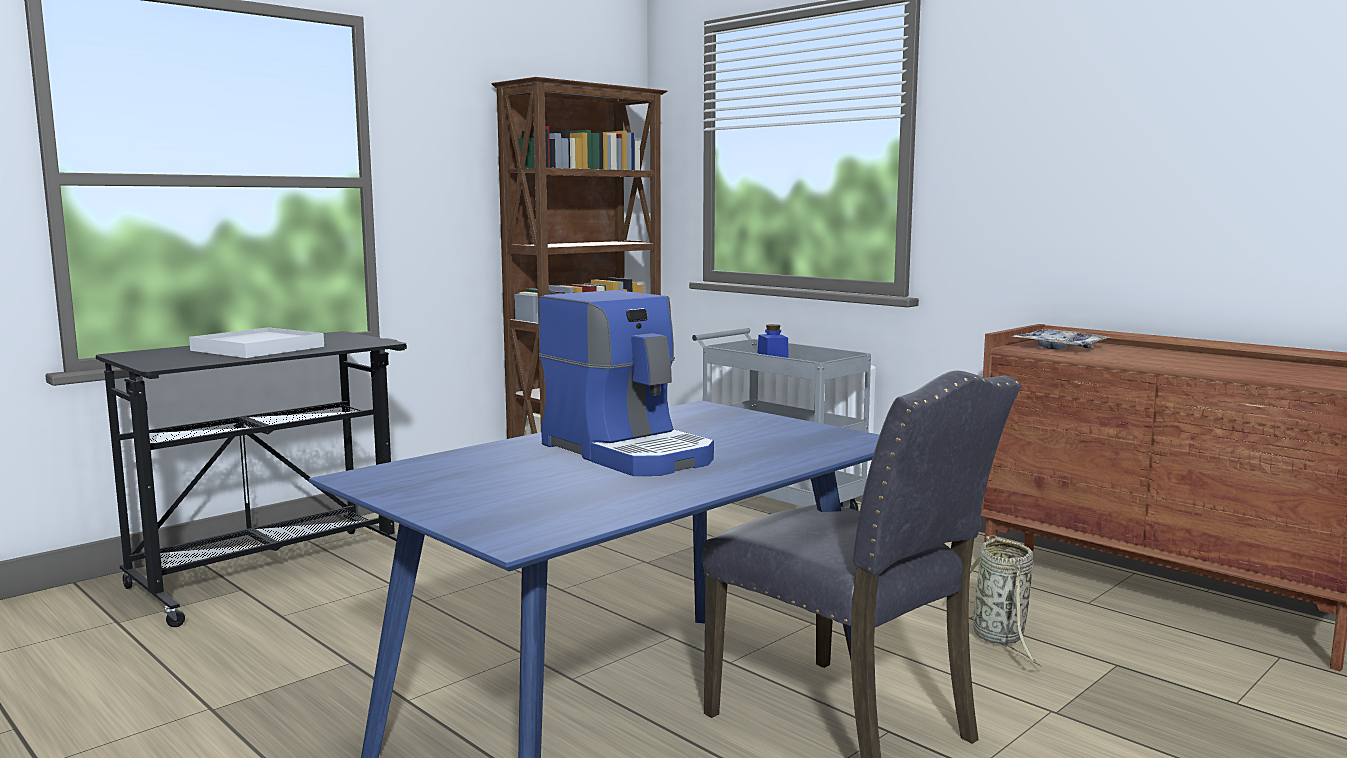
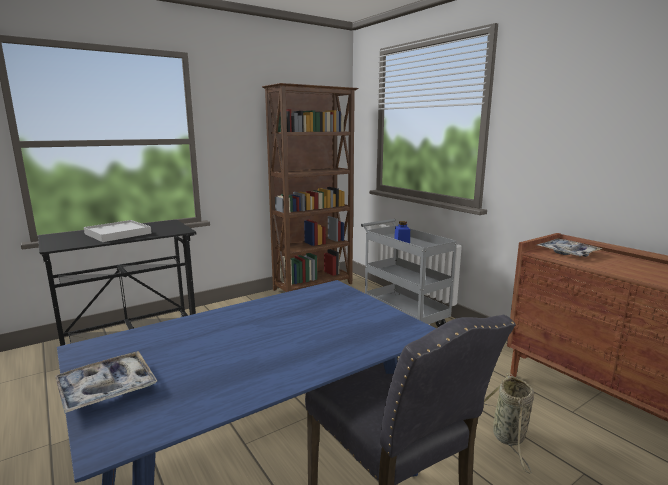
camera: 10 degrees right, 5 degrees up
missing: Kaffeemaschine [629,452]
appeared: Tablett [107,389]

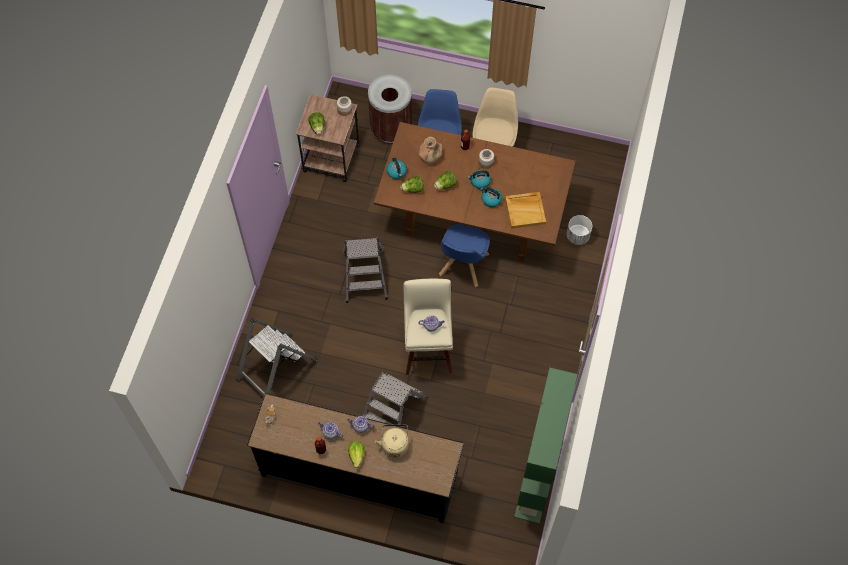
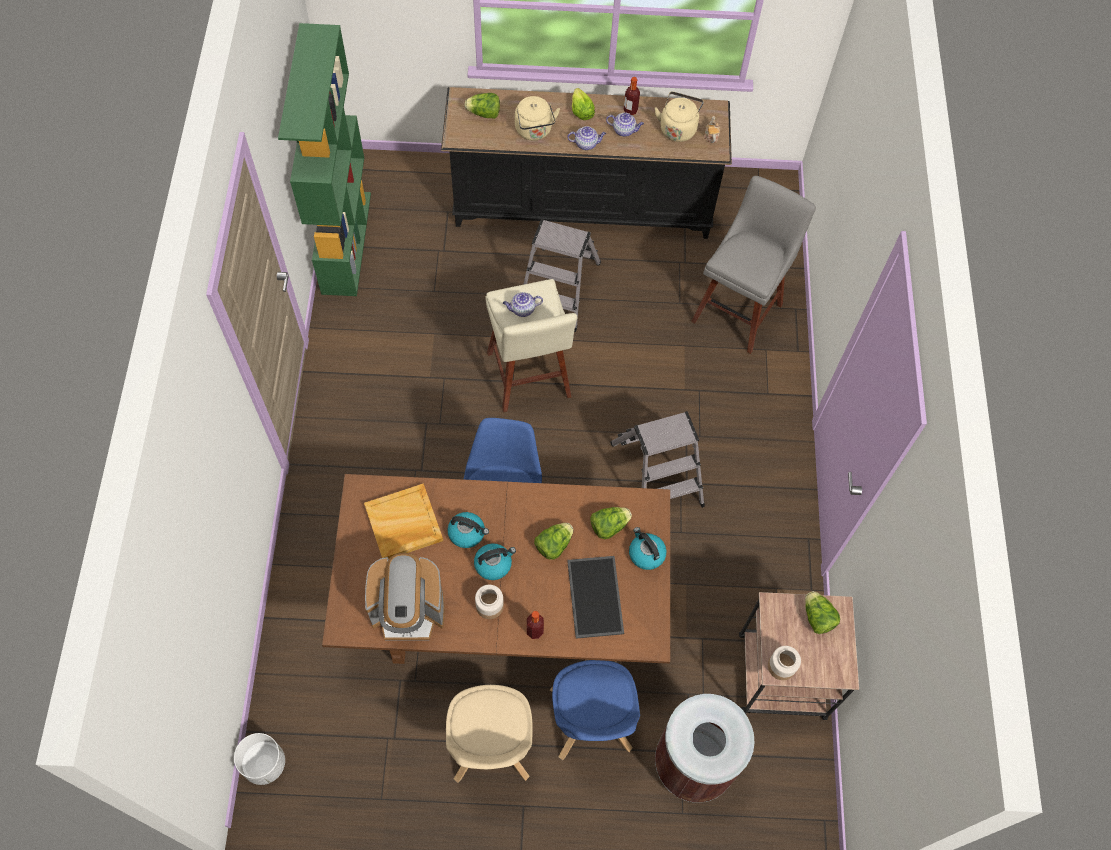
camera: 165 degrees right, 0 degrees up
appeared: Kaffeemaschine [409,612]; Salatkopf [484,114]; Wasserkessel (beige) [678,128]
relocated: Pflanzkübel (weiß) [578,236] to [264,763]
exchanged: Trittleiter (grau) [276,370] to Hocker (grau) [738,311]; Vase (braun) [430,157] to Tablett [593,596]

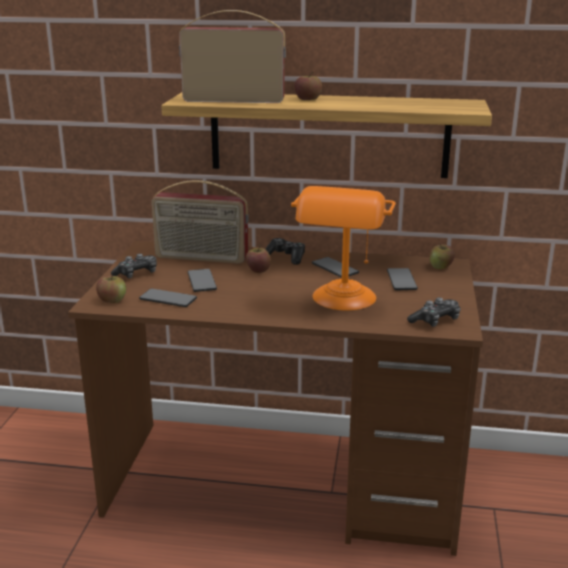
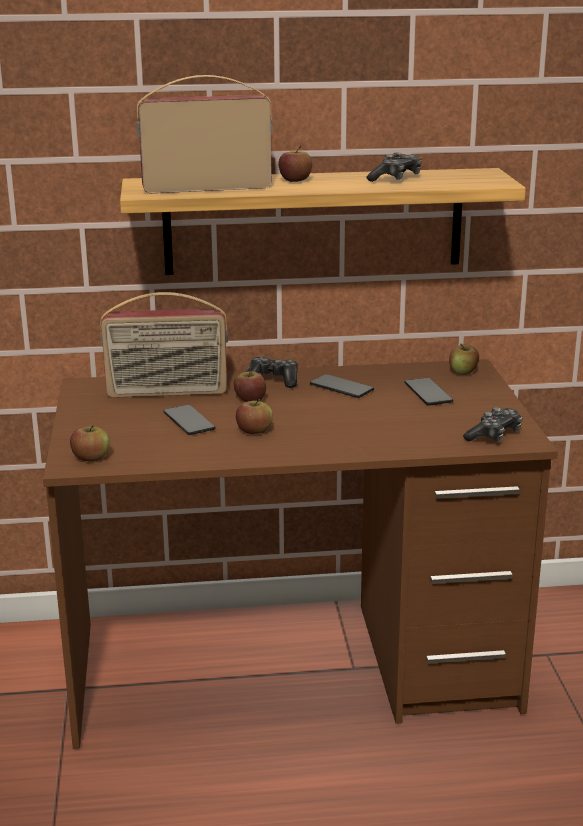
camera: 15 degrees left, 0 degrees up
missing: Handy [168,299]; Tischlampe (orange) [343,302]
appeared: Apfel [254,430]
relocated: Gamepad [137,274] to [396,178]

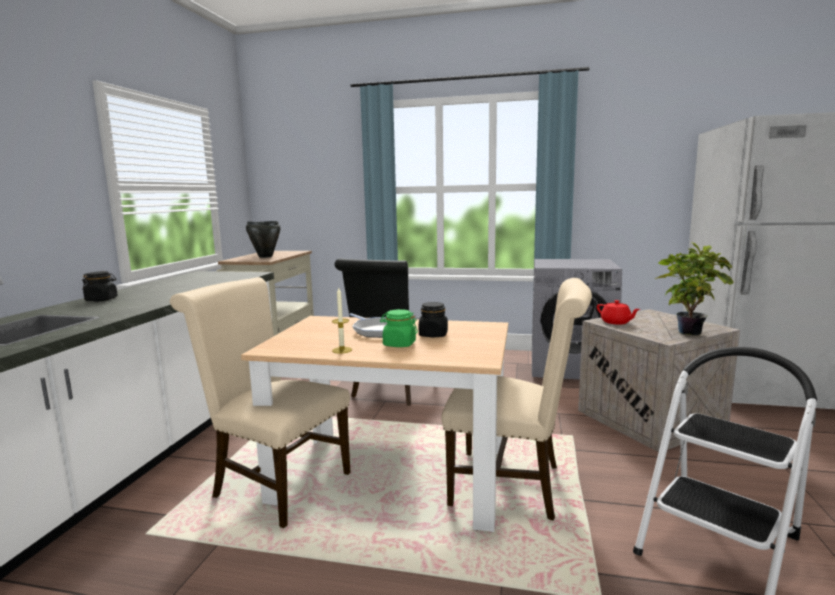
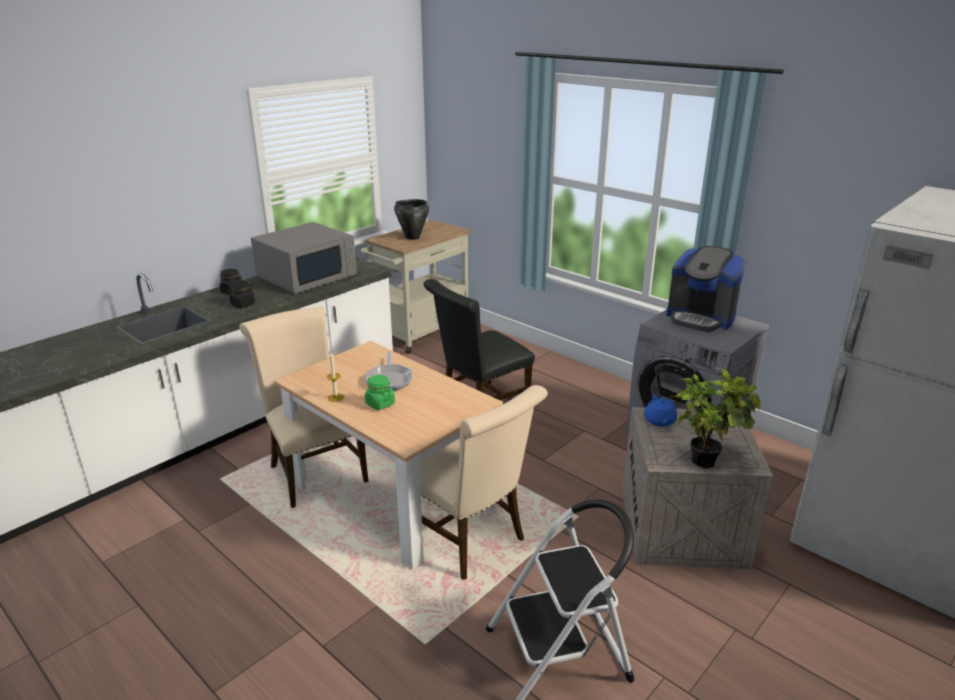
camera: 30 degrees right, 15 degrees up
appeared: Mikrowelle (grau) [308,276]; Kaffeemaschine [700,318]
relocated: Vorratsglas (schwarz) [433,335] to [242,304]
colour: Teekanne (rot) [616,322] to Teekanne (blau) [659,421]

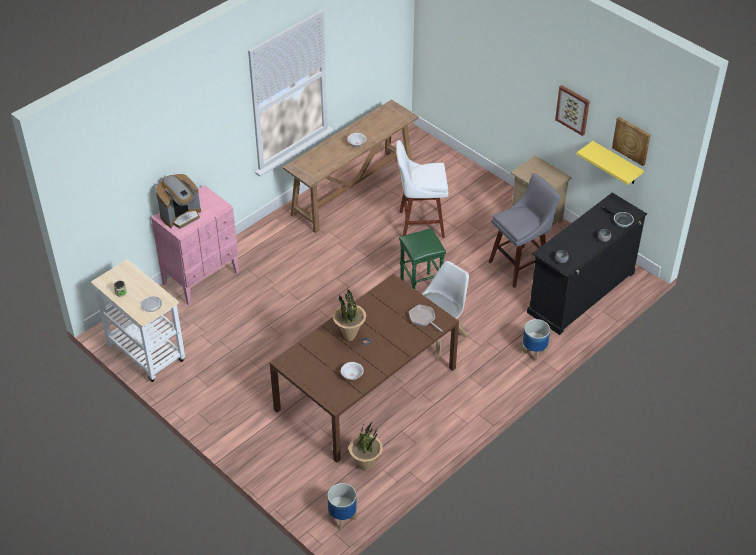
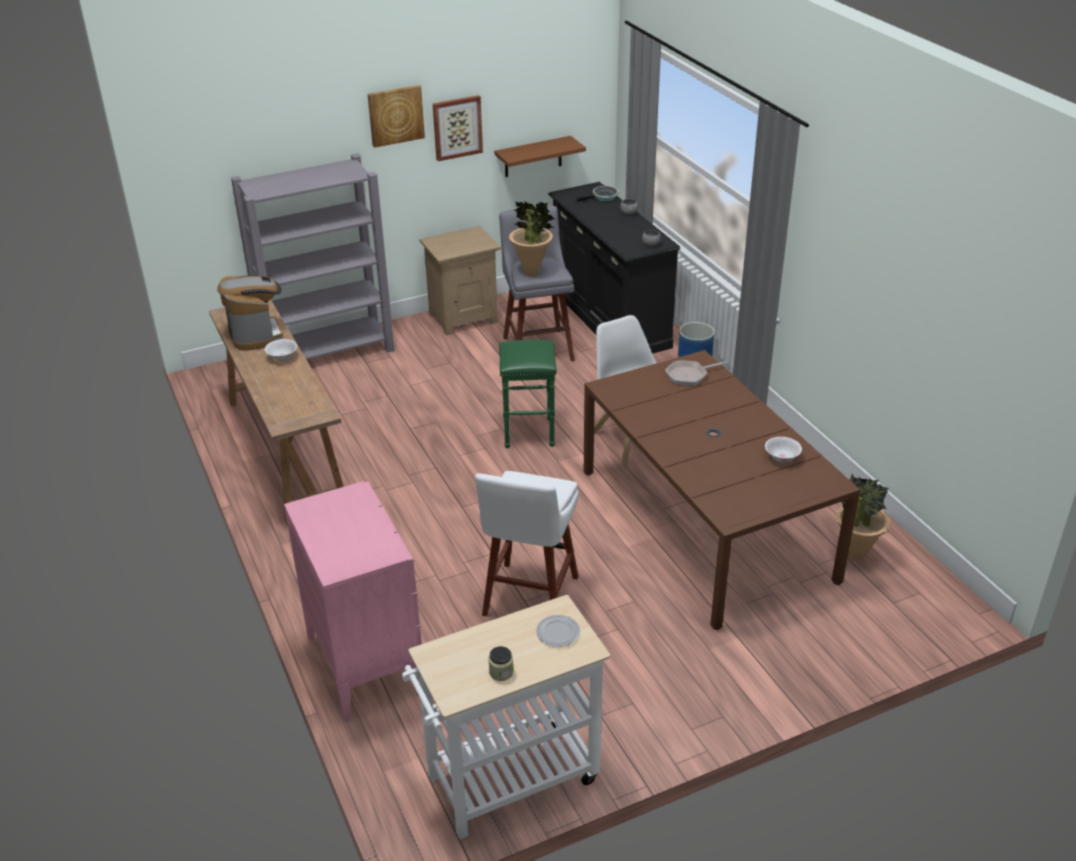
camera: 70 degrees left, 10 degrees down
missing: Pflanzkübel [343,517]
appeared: Bücherregal (grau) [328,352]
relocated: Kaffeemaschine [181,215] to [256,334]; Topfpflanze [350,337] to [531,273]; Hocker (weiß) [420,224] to [529,597]; Bild [632,140] to [395,115]
colour: Wandregal (gelb) [616,163] to Wandregal (braun) [533,157]

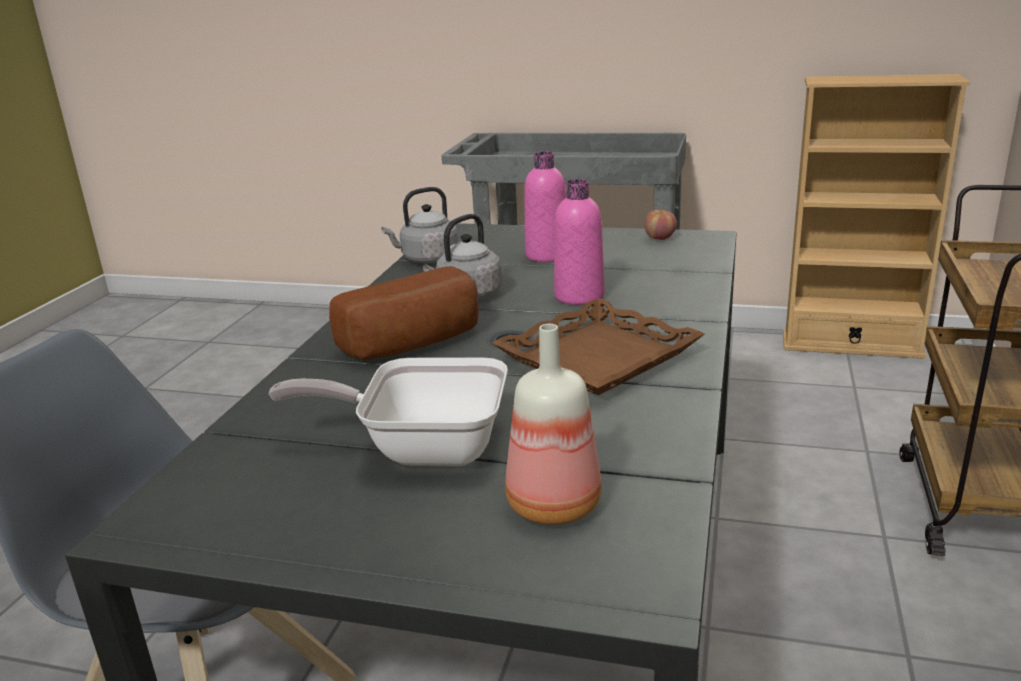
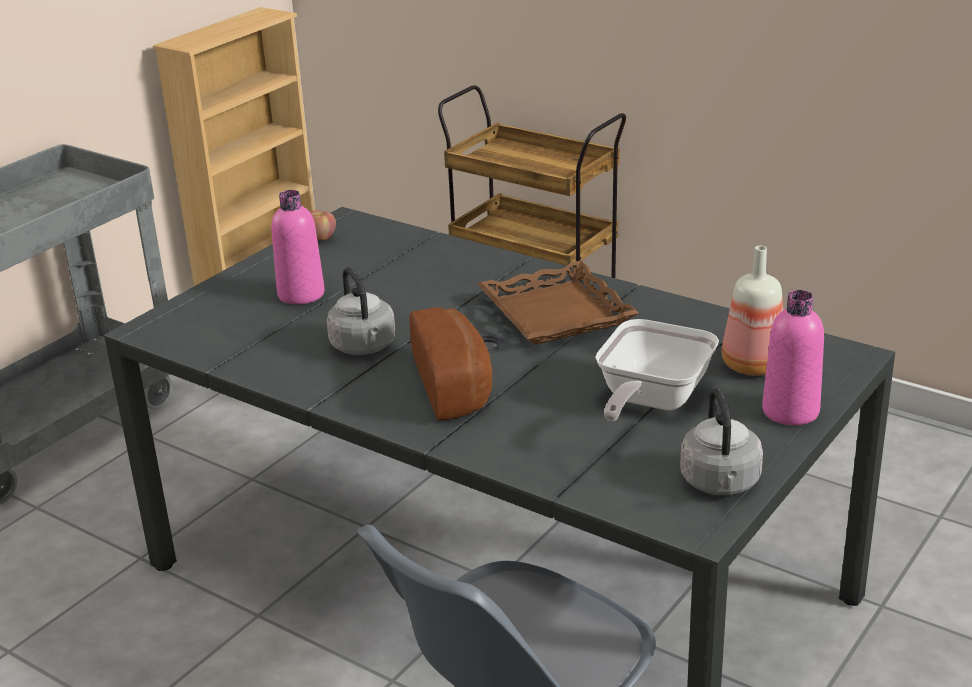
camera: 70 degrees left, 5 degrees up
relocated: Wasserkessel (grau) [427,259] to [721,484]; Flasche (rosa) [579,296] to [790,411]

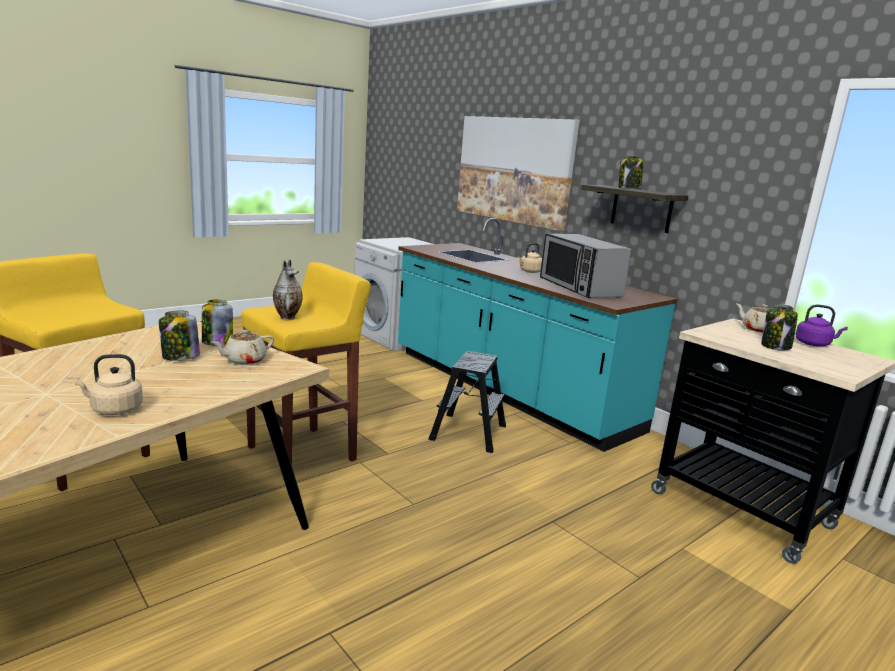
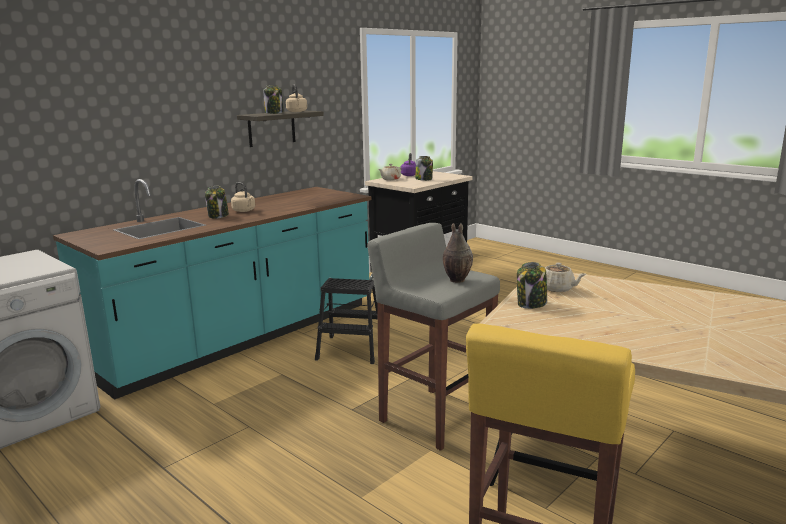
camera: 95 degrees left, 0 degrees up
missing: Bild [514,170]; Mikrowelle [579,288]
relocated: Wasserkessel (beige) [114,409] to [297,111]; Vorratsglas [180,357] to [218,216]
colour: Hocker (gelb) [303,453] to Hocker (grau) [434,417]

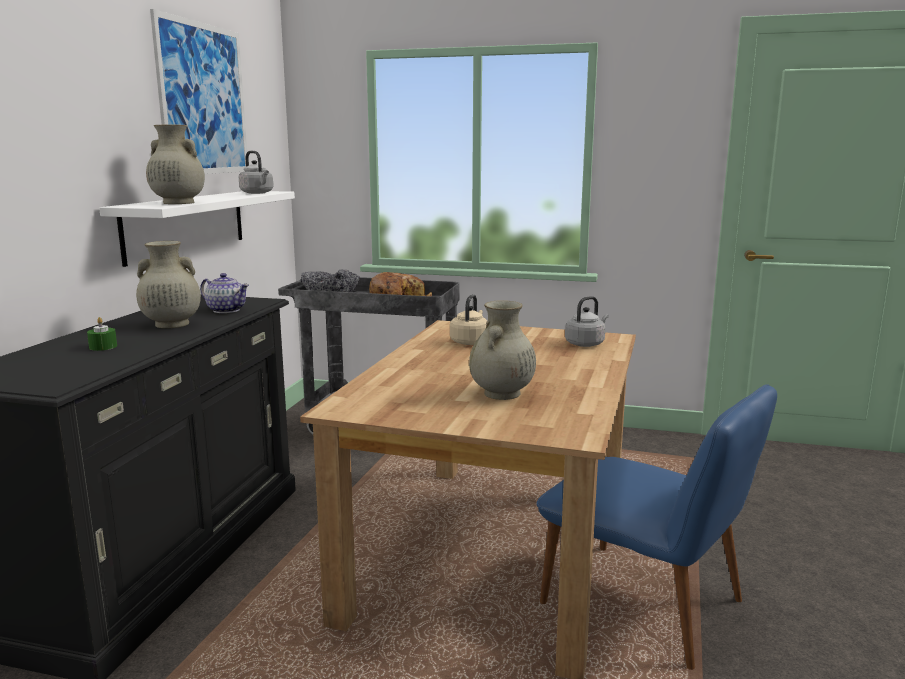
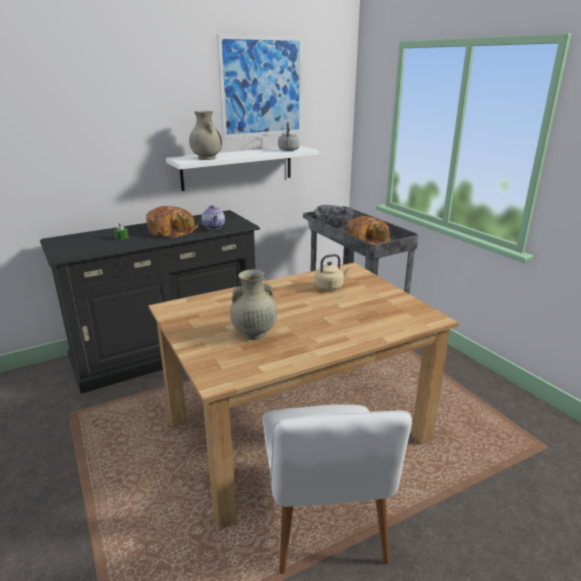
camera: 45 degrees right, 10 degrees up
missing: Wasserkessel (grau) [586,343]
exchanged: Vase (beige) [171,324] to Brot [172,230]
colour: Stuhl (blau) [641,602] to Stuhl (weiß) [323,515]

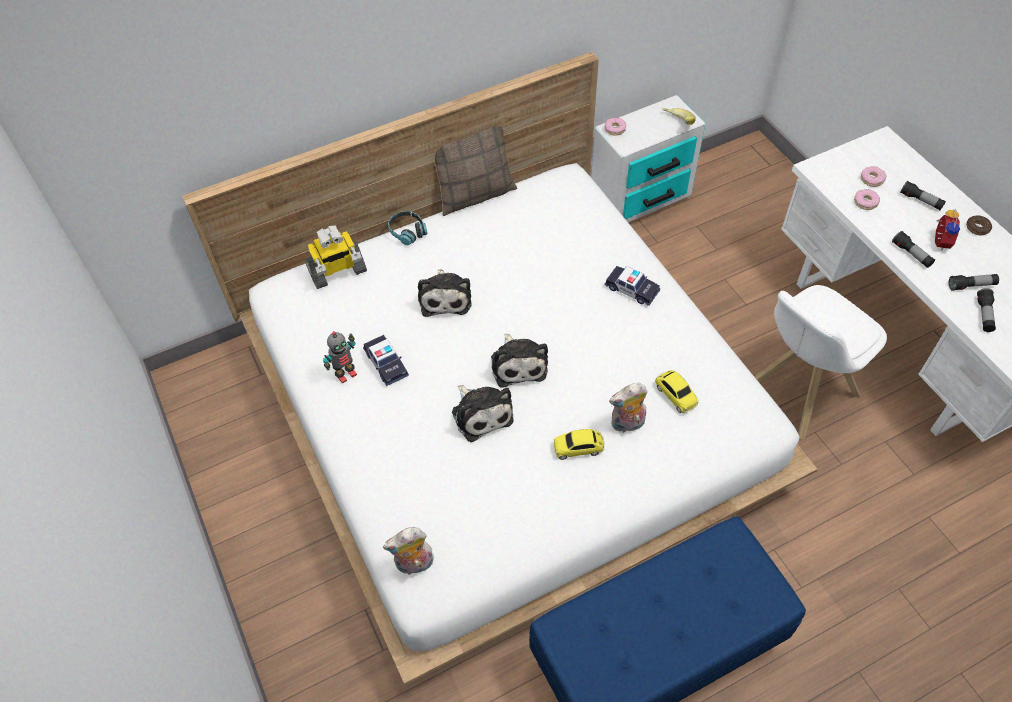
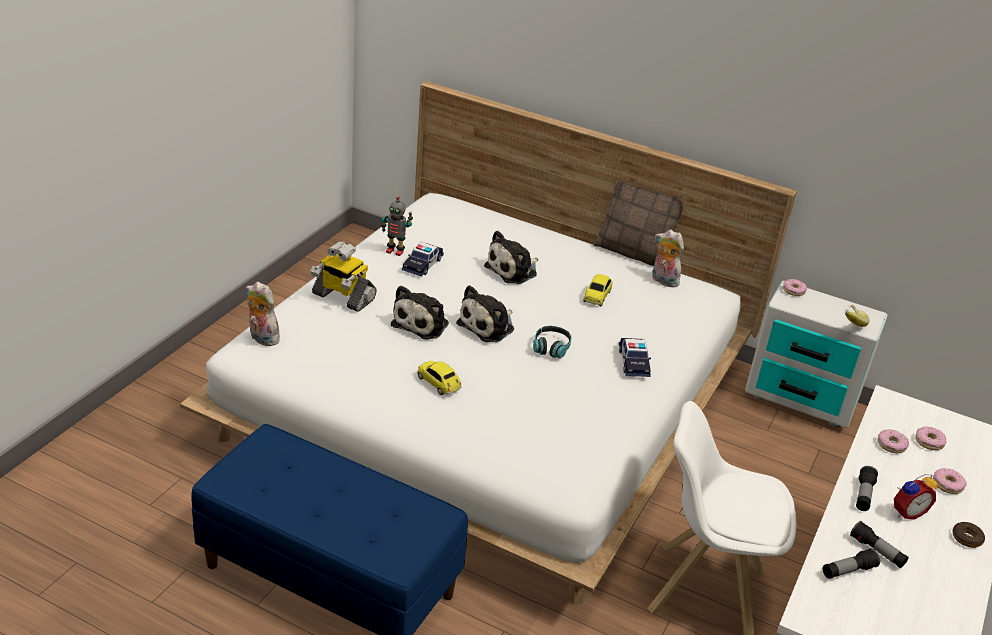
camera: 50 degrees right, 20 degrees down
relocated: Spielzeugroboter [337,271] to [343,297]; Kopfhörer [407,232] to [551,347]; Plüschtier [627,424] to [663,281]; Spielzeugauto [675,395] to [597,296]
exchanged: Taschenlampe [920,201] to Donut [947,485]

